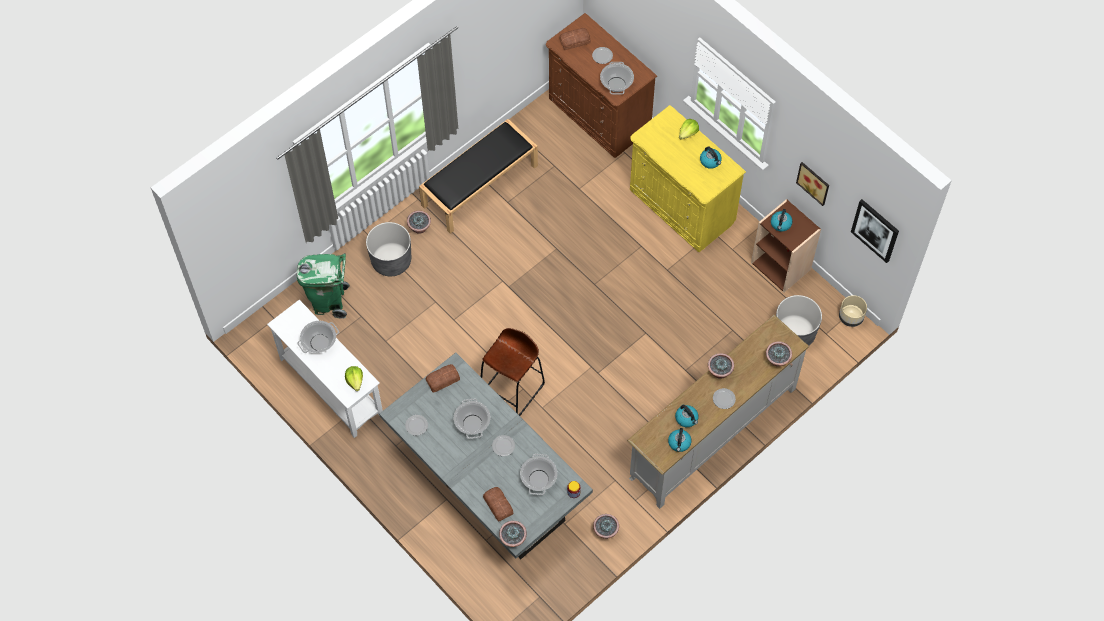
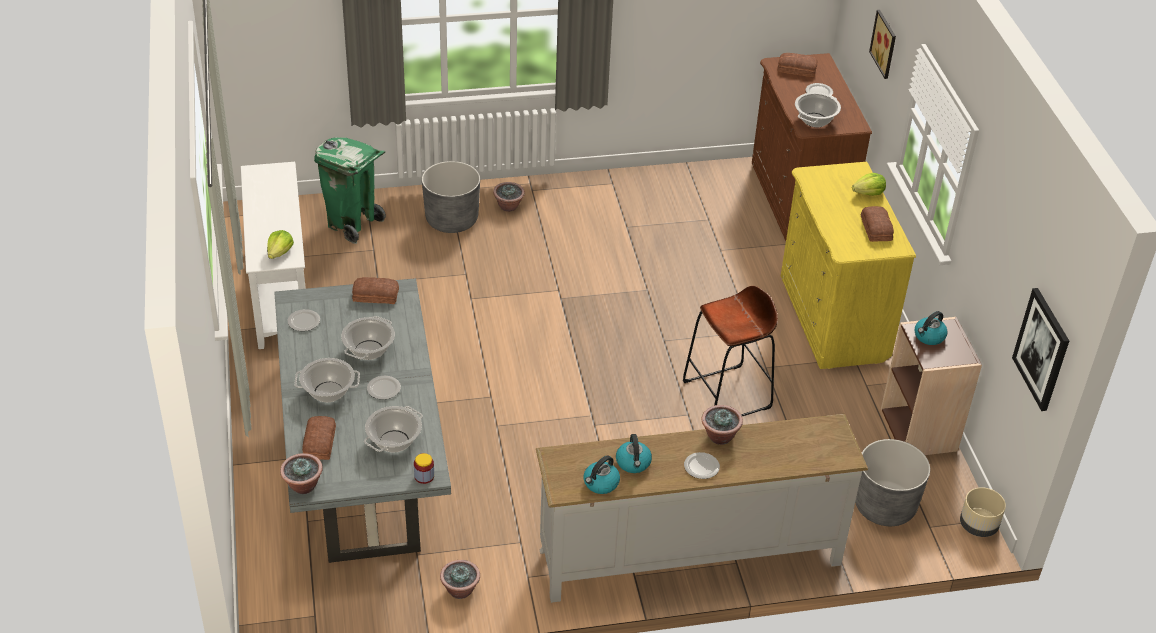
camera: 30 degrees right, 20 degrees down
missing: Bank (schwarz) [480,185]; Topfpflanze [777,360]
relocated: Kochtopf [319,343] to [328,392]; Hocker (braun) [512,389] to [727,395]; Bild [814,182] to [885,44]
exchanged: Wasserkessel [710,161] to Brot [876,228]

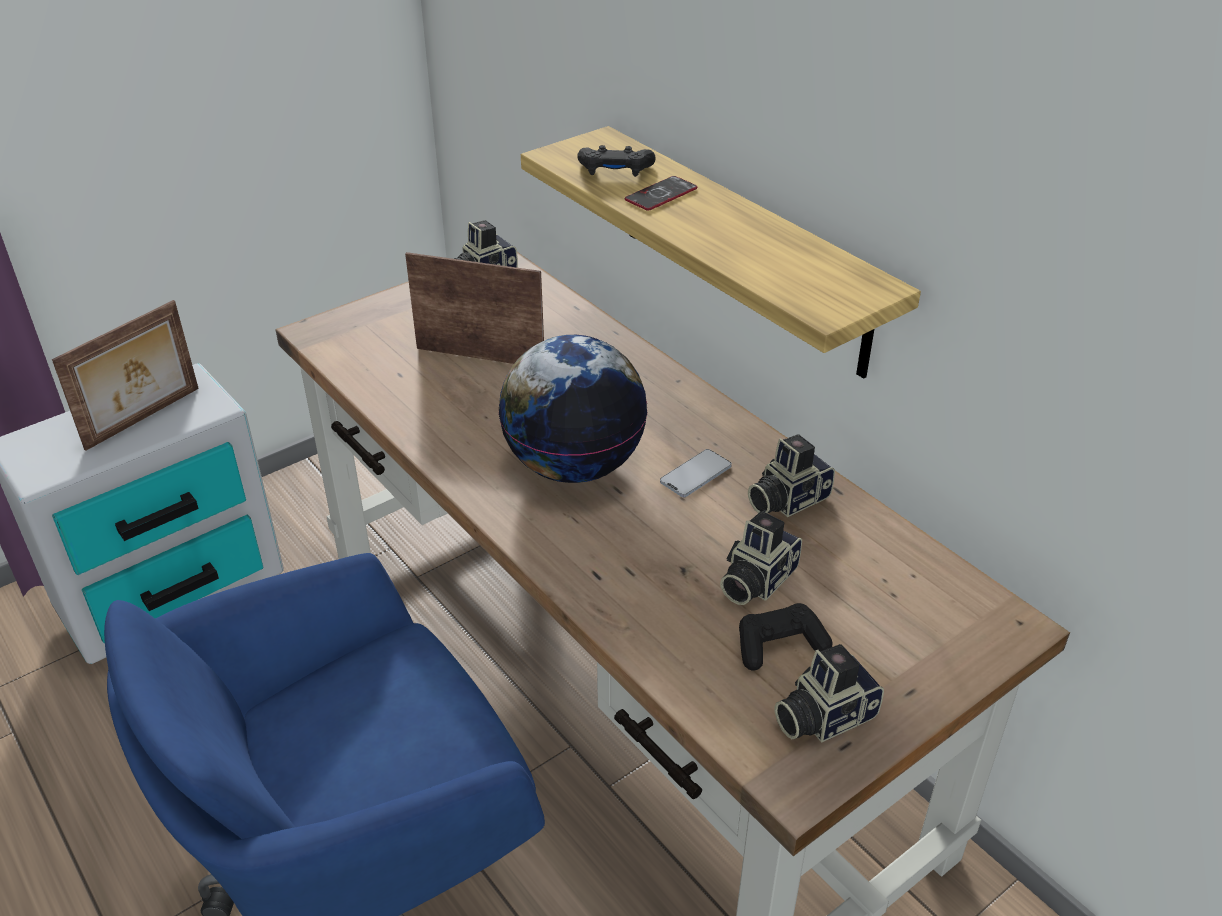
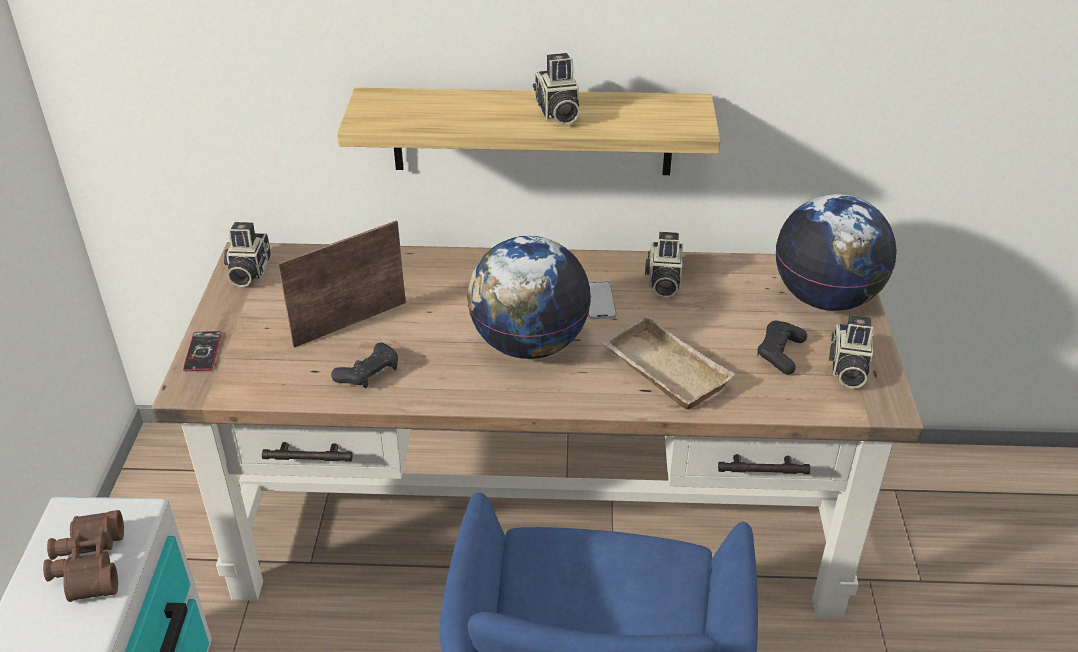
camera: 50 degrees left, 0 degrees up
appeared: Tablett (beige) [661,371]; Globus [826,298]
relocated: Gamepad (schwarz) [615,171] to [368,373]; Handy [661,195] to [203,352]; Kamera [755,580] to [557,112]
exchanged: Bilderrahmen [144,419] to Fernglas (braun) [87,566]

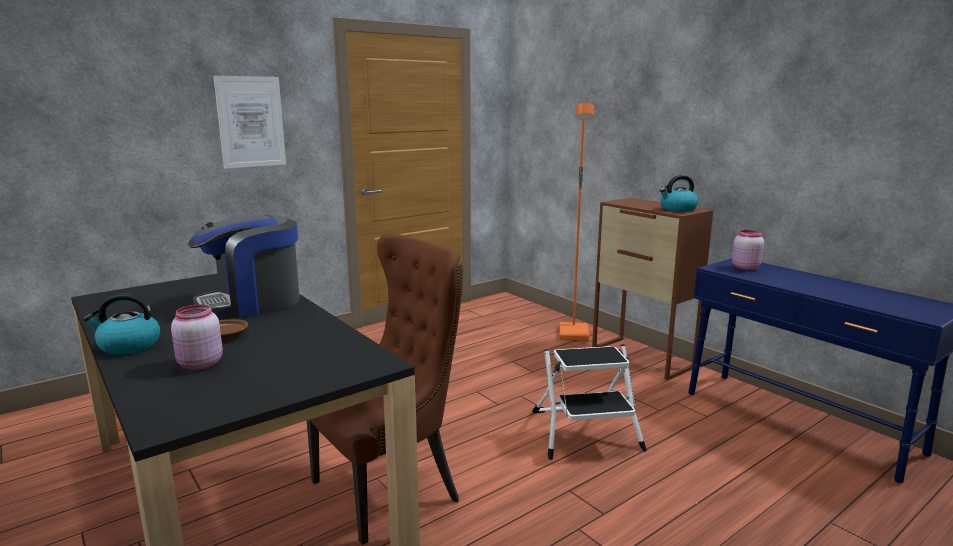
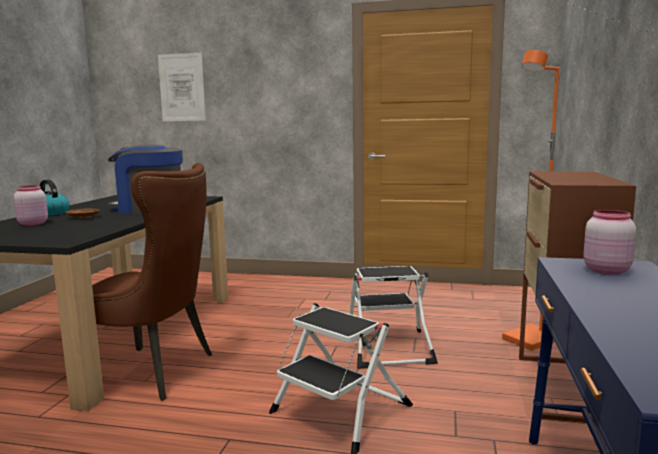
camera: 50 degrees right, 5 degrees down
missing: Wasserkessel [677,209]
appeared: Trittleiter [388,347]
relocated: Bild [251,122] to [182,87]

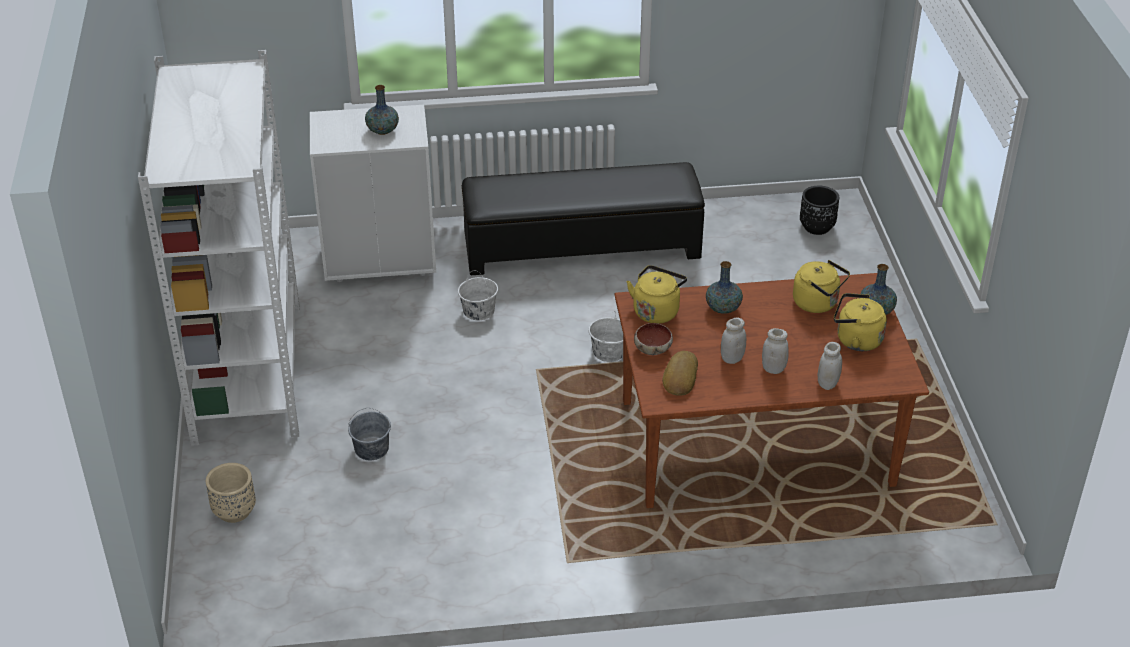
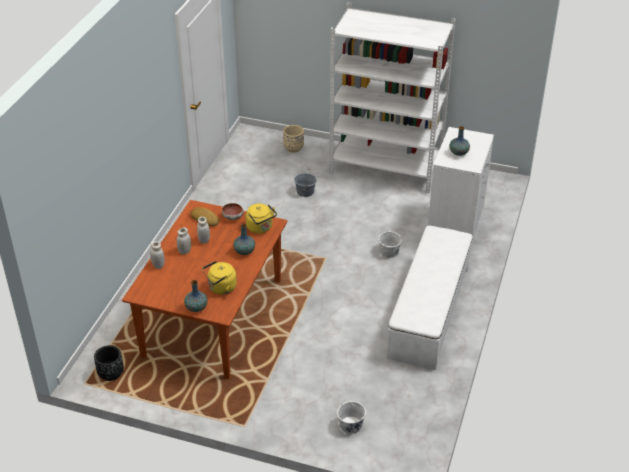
camera: 115 degrees right, 0 degrees up
missing: Wasserkessel (gelb) [855,340]
relocated: Eimer (weiß) [609,352] to [351,425]; Pflanzkübel (schwarz) [817,227] to [111,374]
colour: Bank (schwarz) [582,244] to Bank (weiß) [429,311]

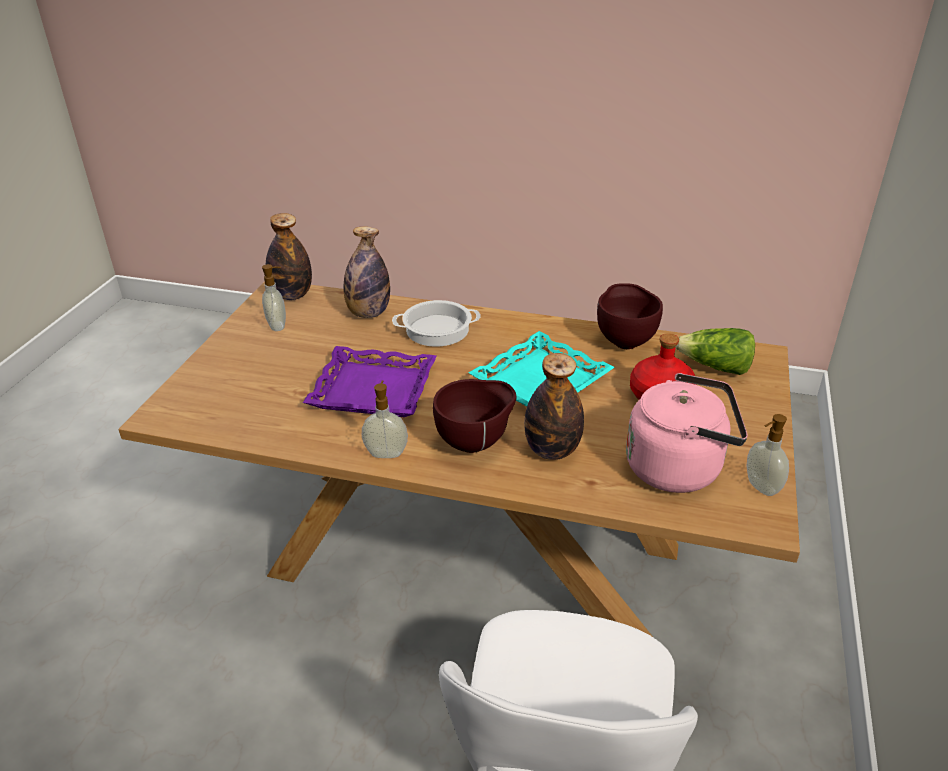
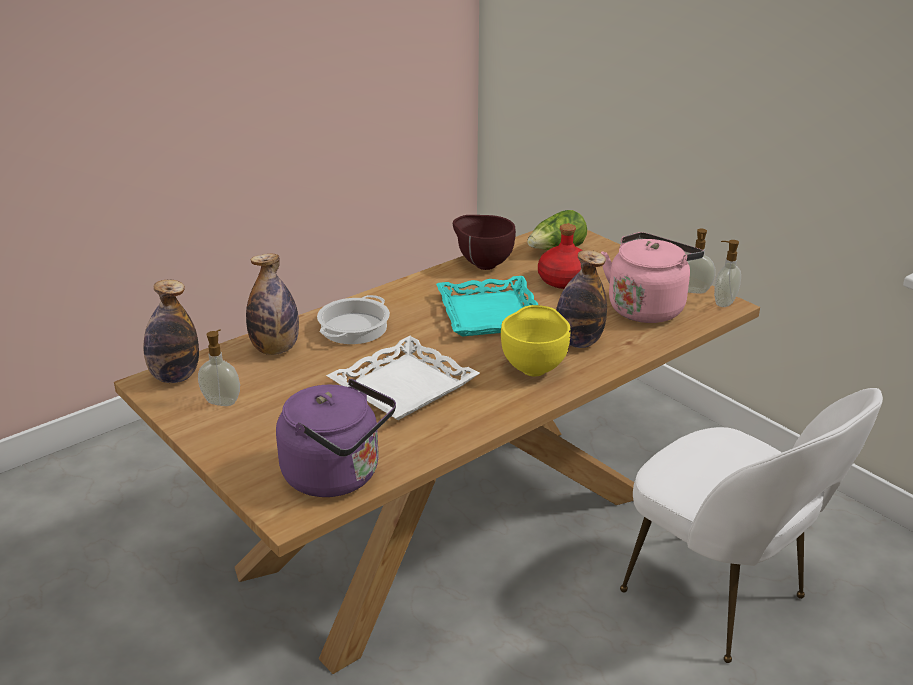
camera: 55 degrees left, 5 degrees down
appeared: Wasserkessel (lila) [337,476]
relocated: Seifenspender [386,453] to [723,302]
colour: Tablett (lila) [374,389] to Tablett (weiß) [403,386]; Schüssel (braun) [475,443] to Schüssel (gelb) [534,368]

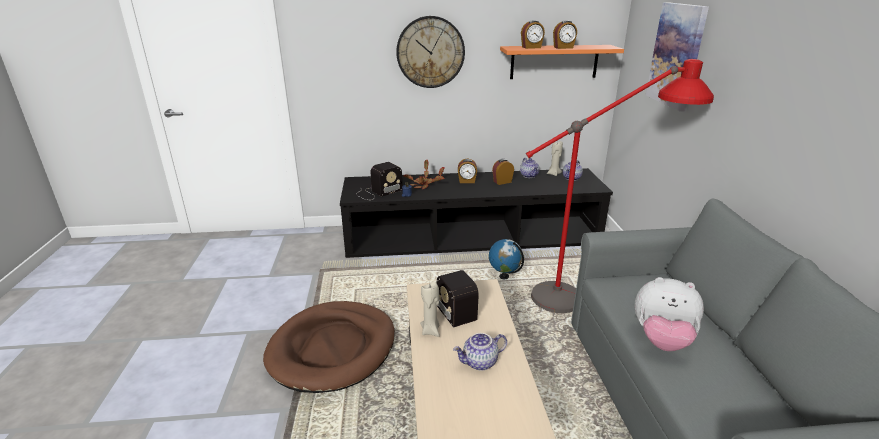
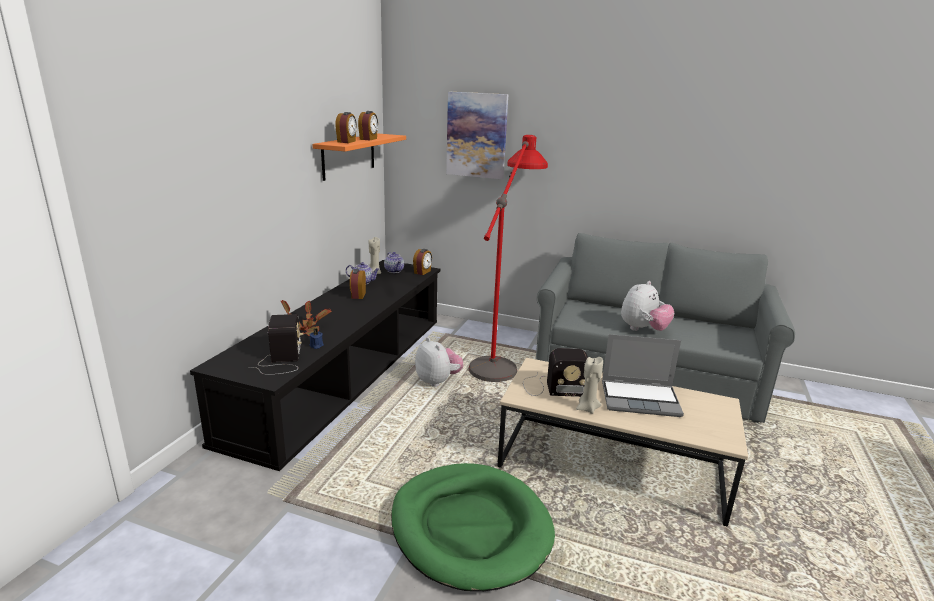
camera: 65 degrees left, 5 degrees down
missing: Wanduhr [430,52]
relocated: Wecker [467,181] to [422,272]
exchanged: Teekanne [480,363] to Laptop [641,399]; Globus [504,277] to Plüschtier [438,381]
colour: Hundebett (braun) [333,349] to Hundebett (grün) [470,528]

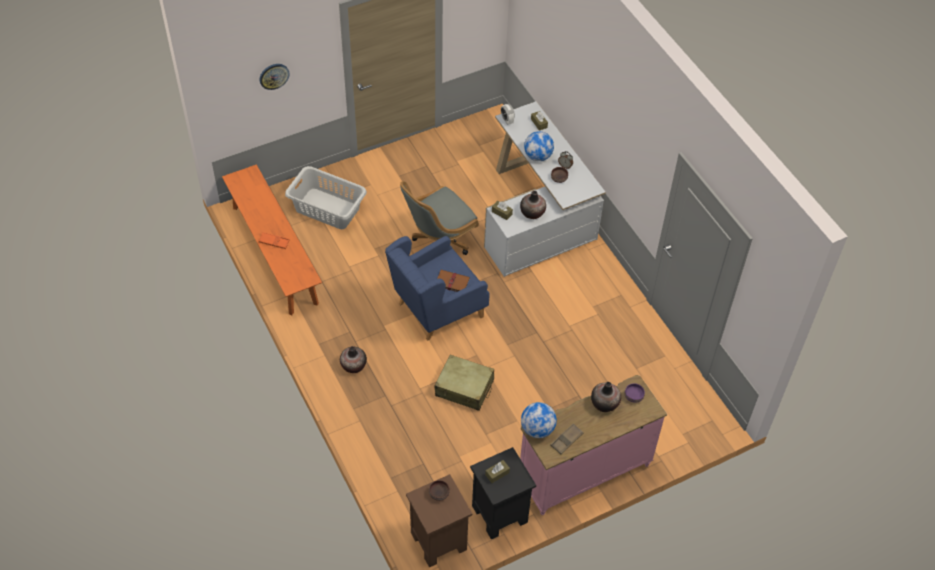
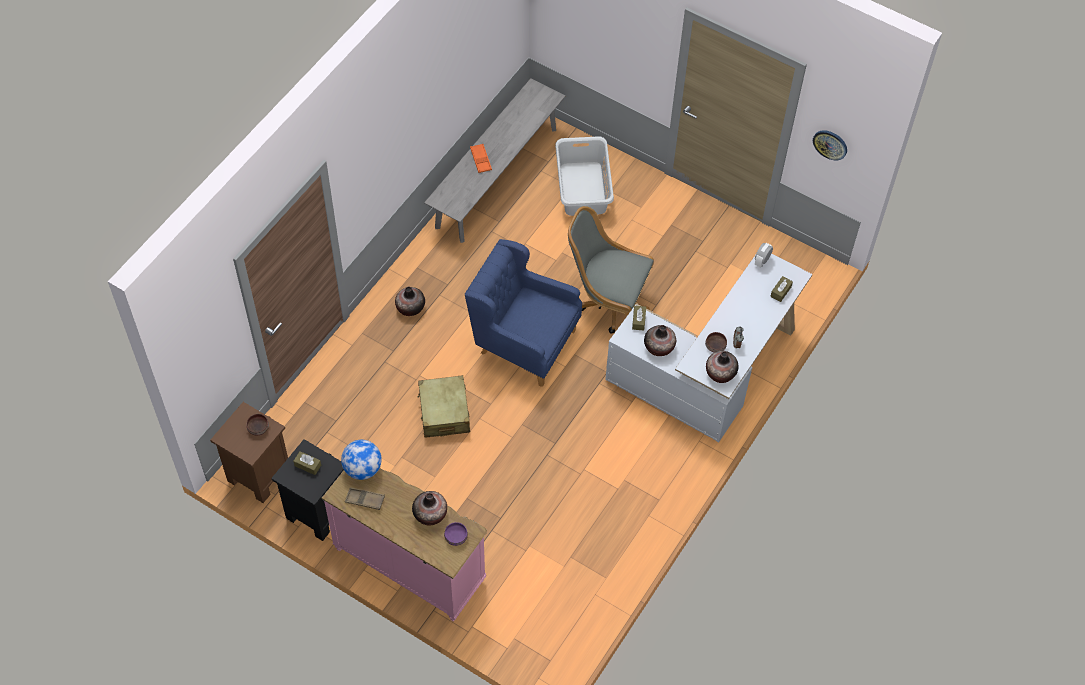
camera: 60 degrees right, 5 degrees up
missing: Buch (braun) [451,282]; Globus [538,156]
appeared: Vase [720,373]
relocated: Wanduhr [274,76] to [830,144]
colour: Bank (orange) [274,254] to Bank (grau) [496,177]

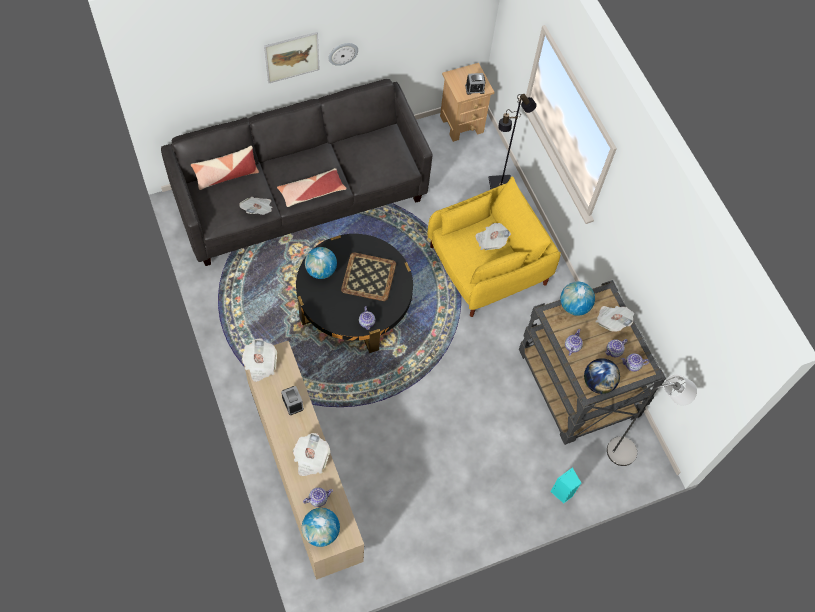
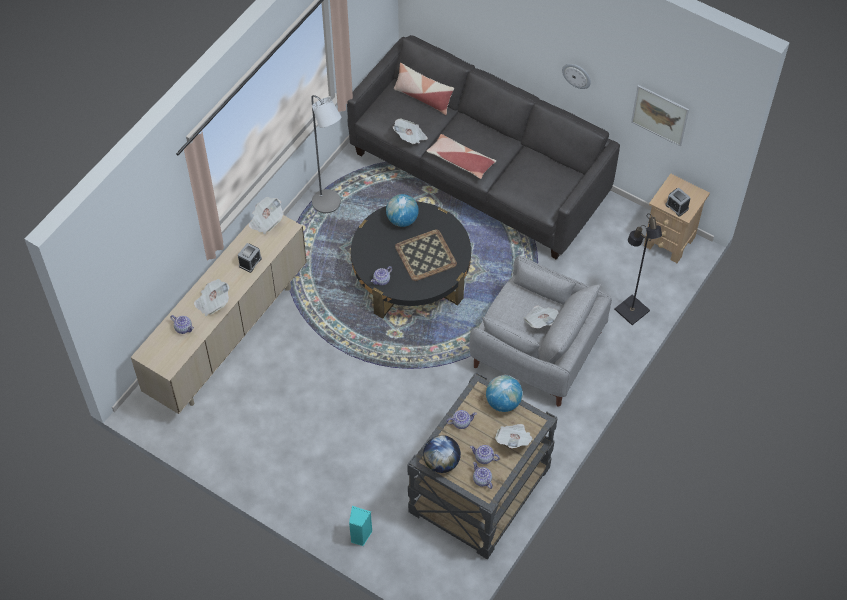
camera: 60 degrees right, 5 degrees down
missing: Globus [321,532]
relocated: Bild [292,57] to [660,115]; Stehlampe (grau) [627,451] to [329,206]
colour: Sessel (gelb) [487,265] to Sessel (grau) [537,349]

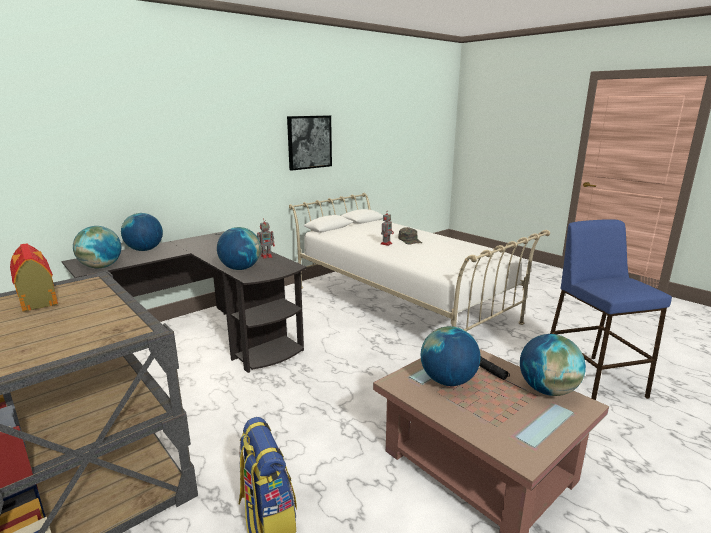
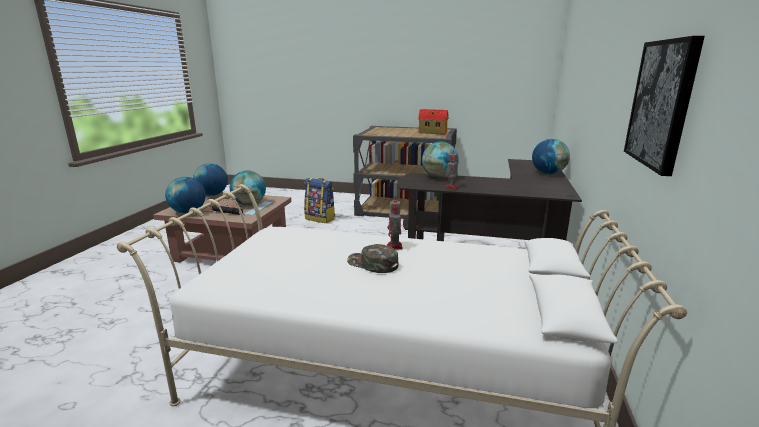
camera: 145 degrees right, 0 degrees up
missing: Hocker (blau) [592,379]
relocated: Globus [101,267] to [212,195]

